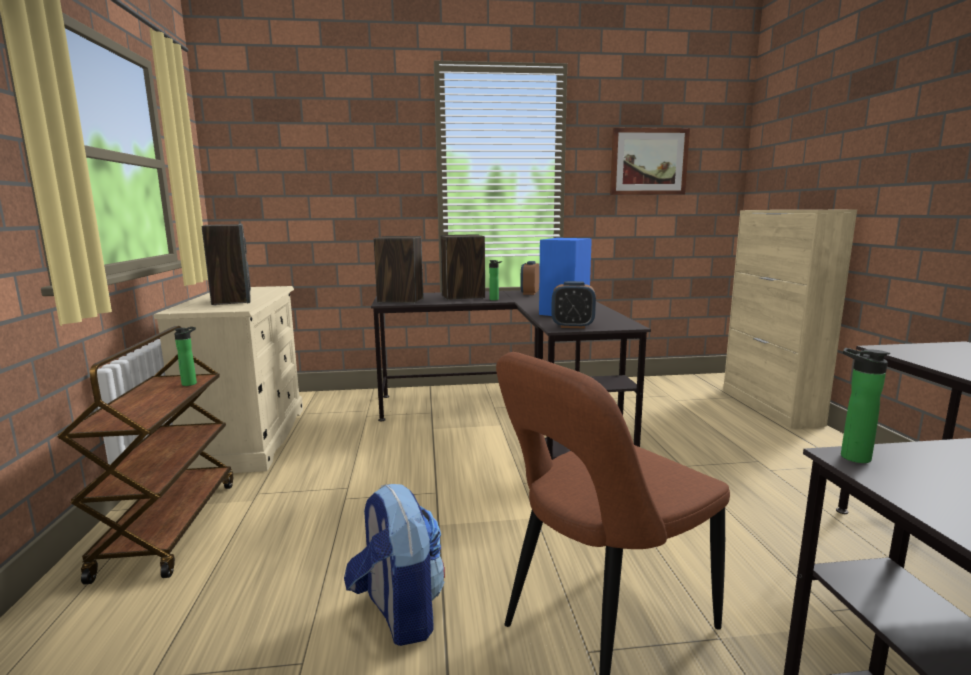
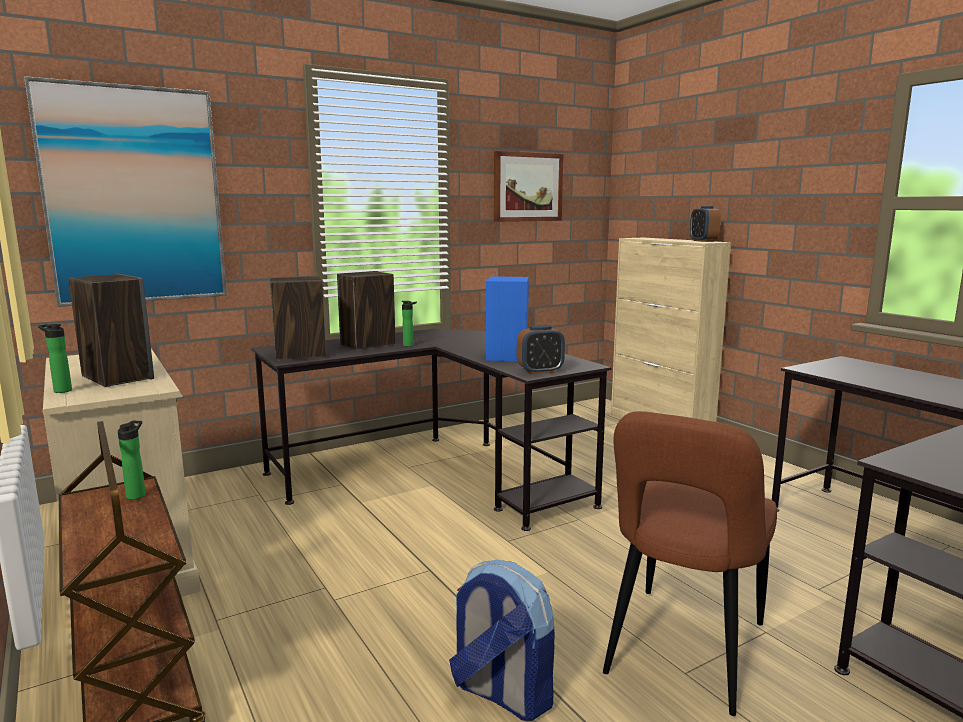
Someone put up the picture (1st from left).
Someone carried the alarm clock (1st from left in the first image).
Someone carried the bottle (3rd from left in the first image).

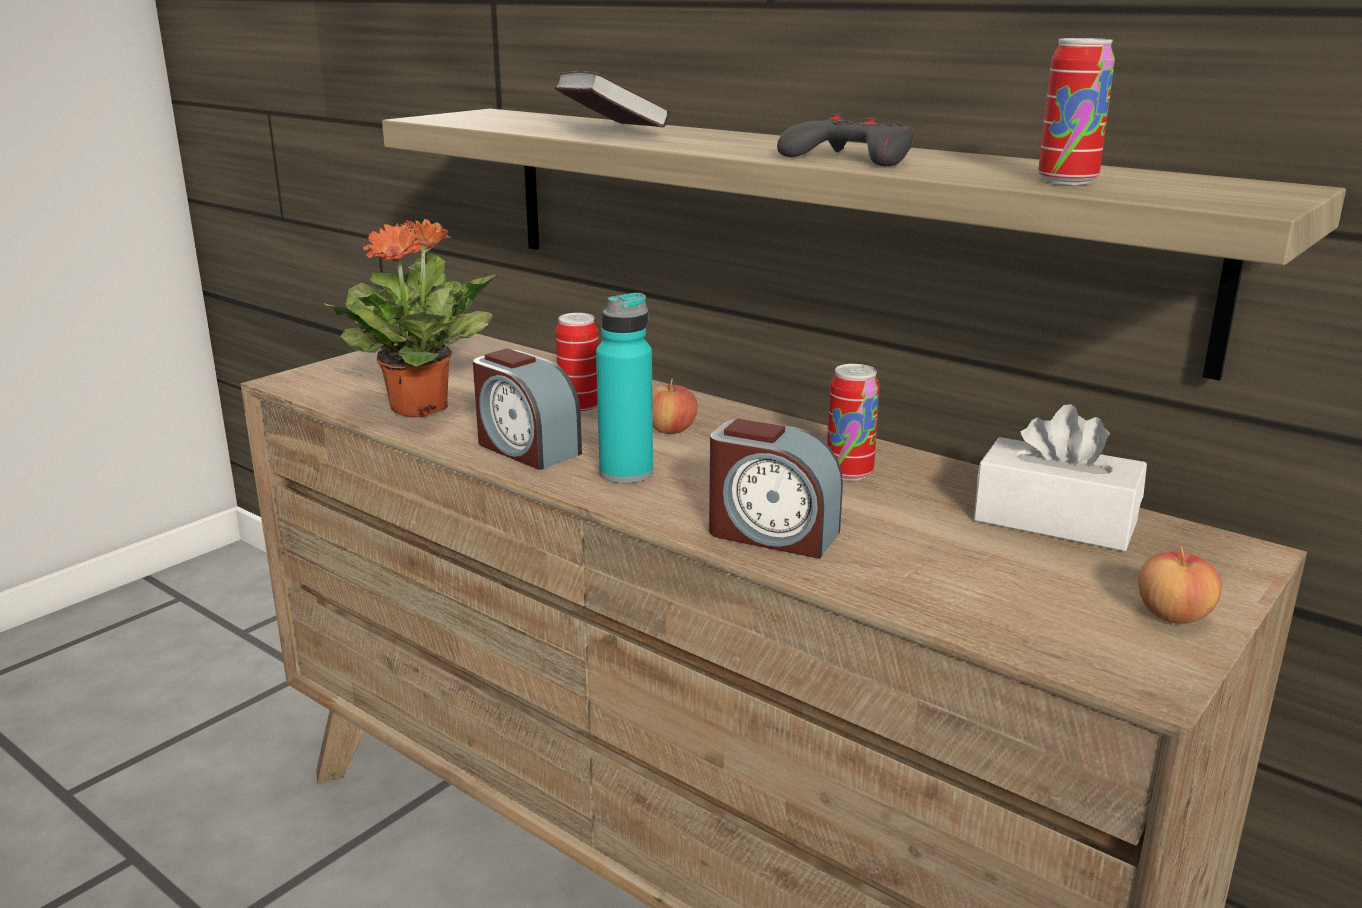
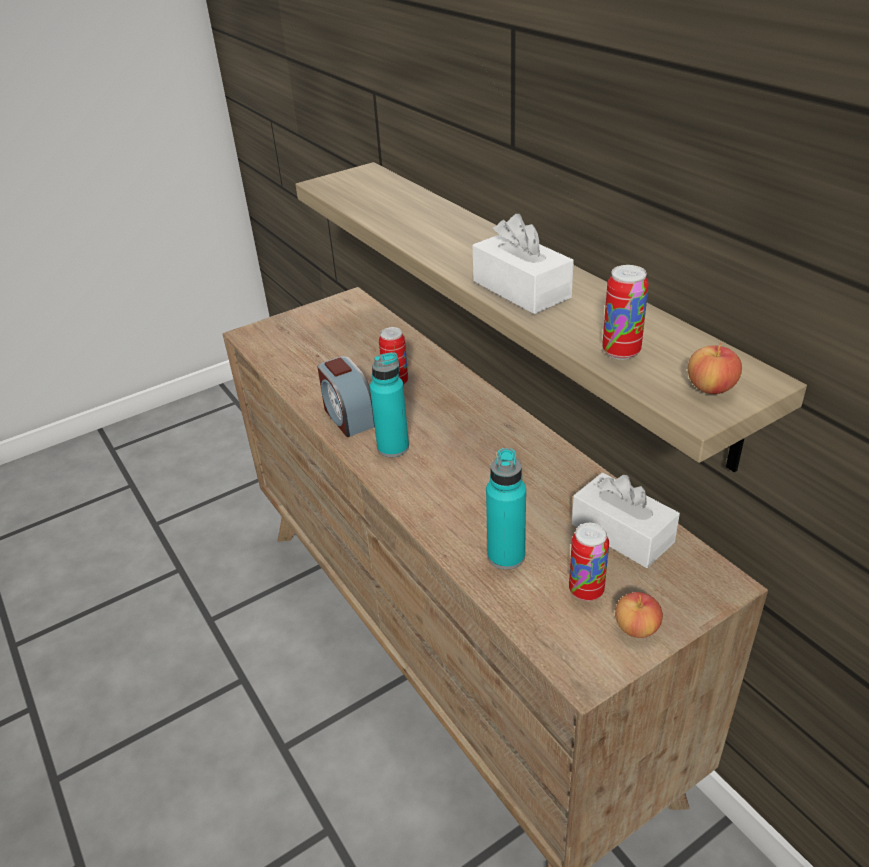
Someone took away the potted plant.
Someone took away the book.
Someone took away the alarm clock (2nd from left).
Someone put down the turquoise bottle (2nd from left).
Someone carried the apple (1st from left in the first image).
Someone carried the can (2nd from left).
Someone swapped the grey game controller for the white tissue box (1st from left).

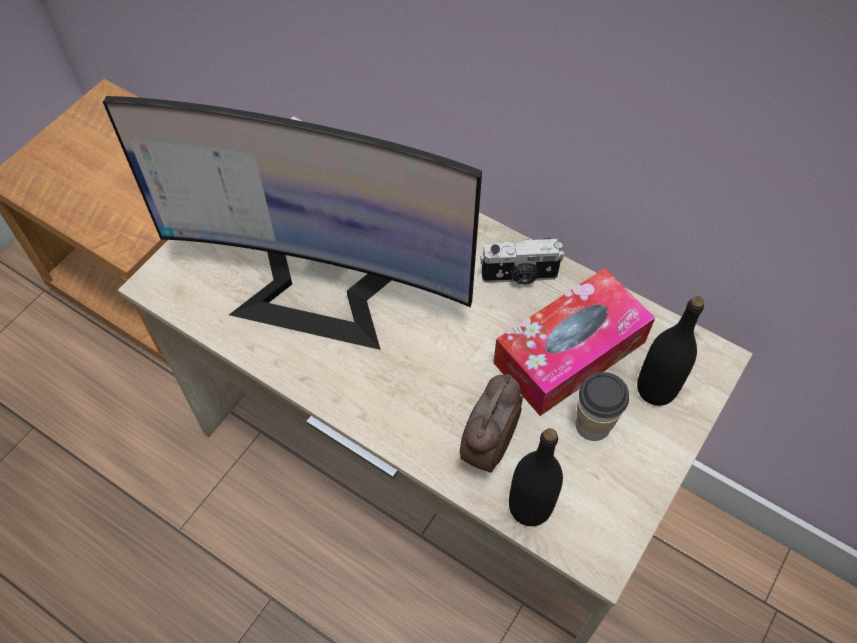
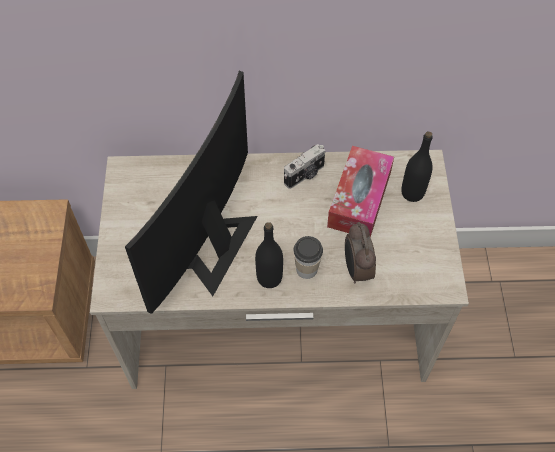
Someone carried the black bottle (1st from left).
Someone carried the cup.
Someone rotated the monitor by 135 degrees clockwise.

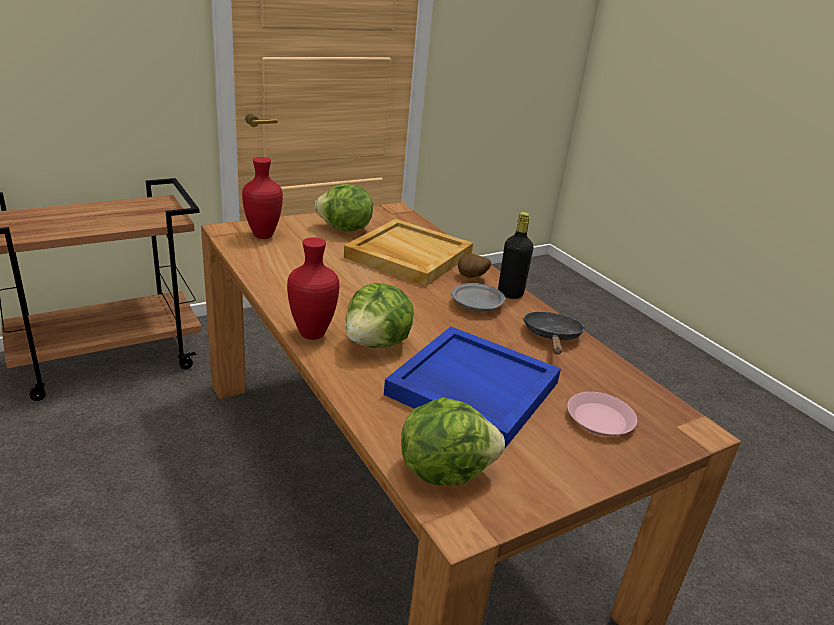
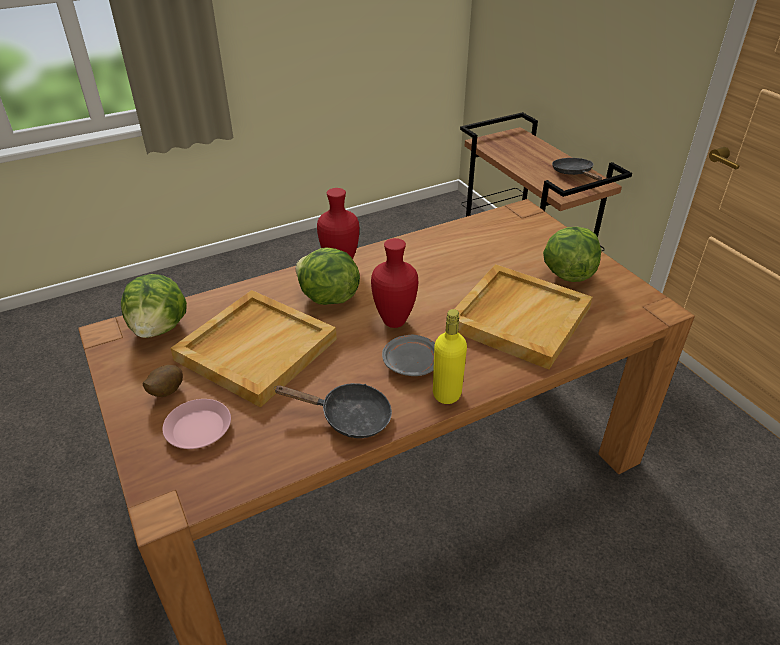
Someone put down the black frying pan (2nd from left).
Someone carried the red vase (1st from left in the first image).
Someone carried the potato.
Someone repainted the blue tray, which became the beige tray (1st from left).
Someone repainted the black bottle, which became the yellow bottle.

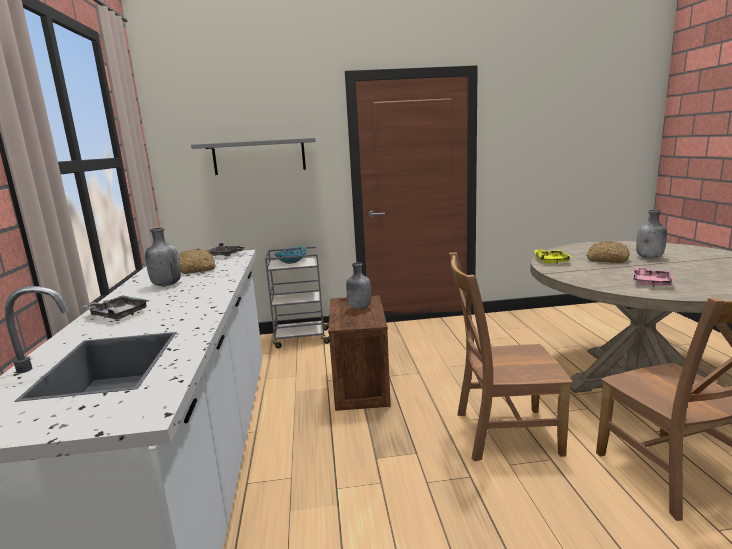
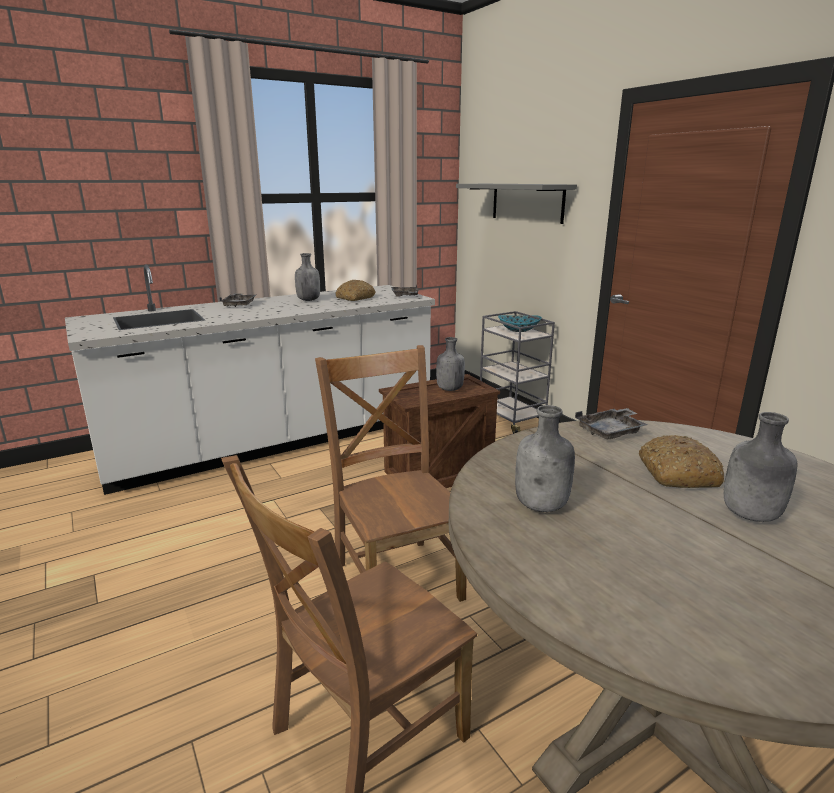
Someone swapped the pink tray for the grey bottle (3rd from left).
Someone repainted the yellow tray, which became the grey tray (3rd from left).

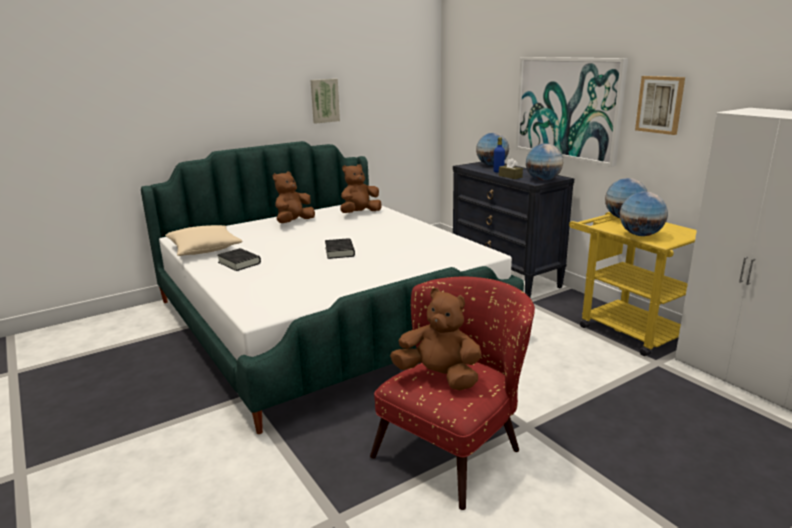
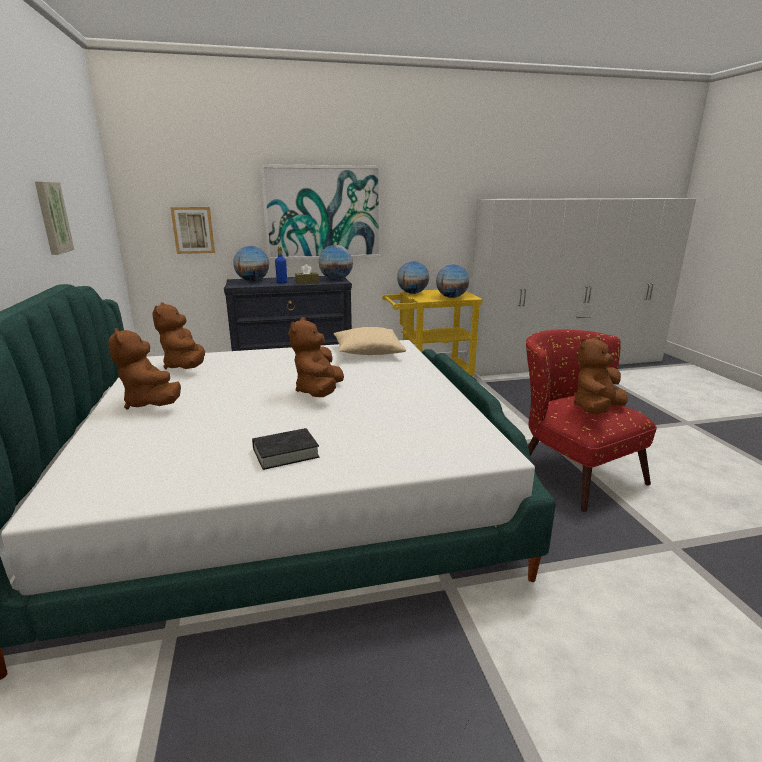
Someone carried the beige pillow.
Someone carried the picture (3rd from left in the first image).
Someone swapped the black book (2nd from left) for the brown plush toy (3rd from left).

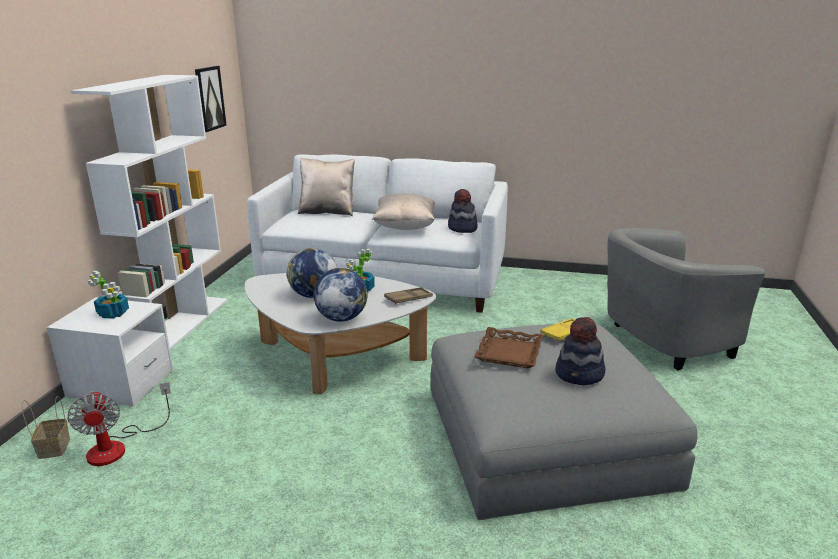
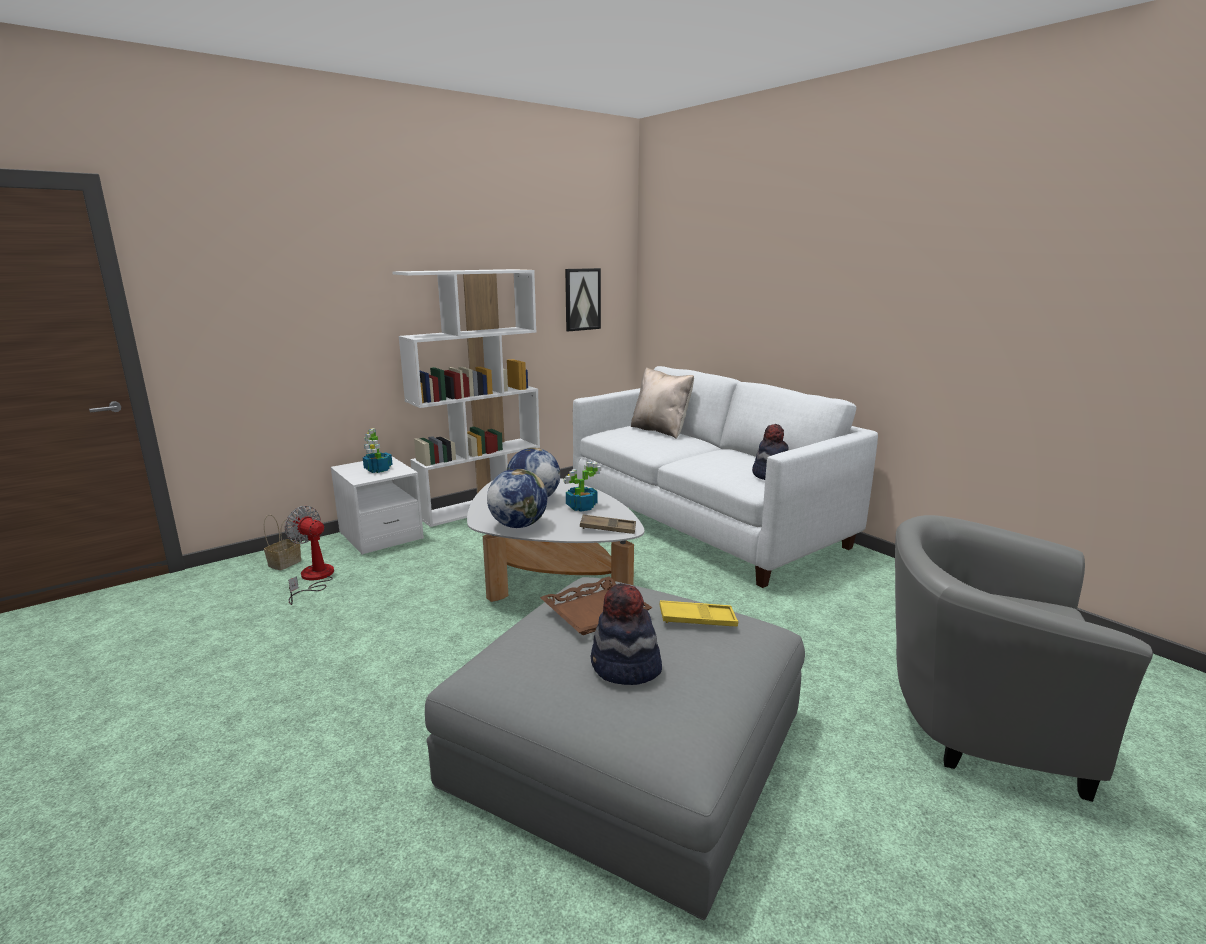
Someone took away the beige pillow (2nd from left).
Someone rotated the fan by 105 degrees clockwise.

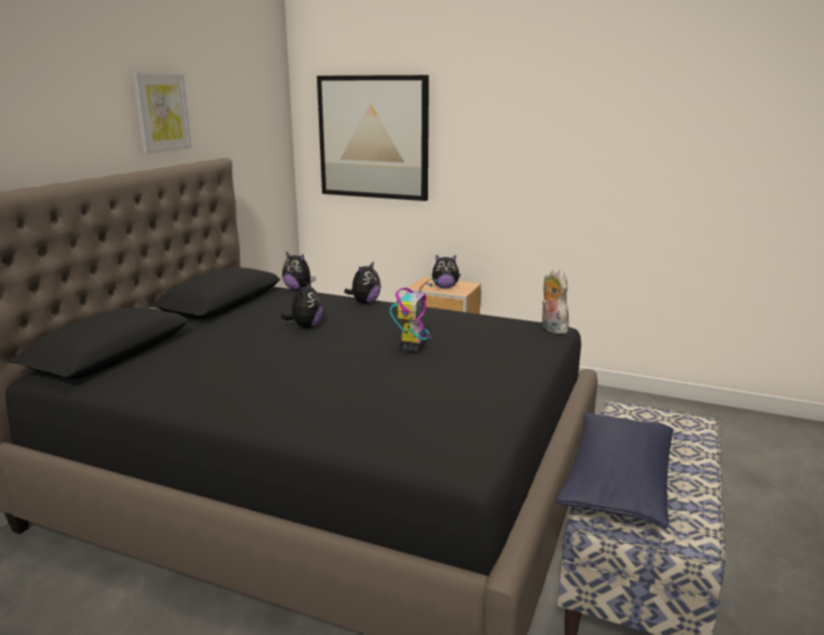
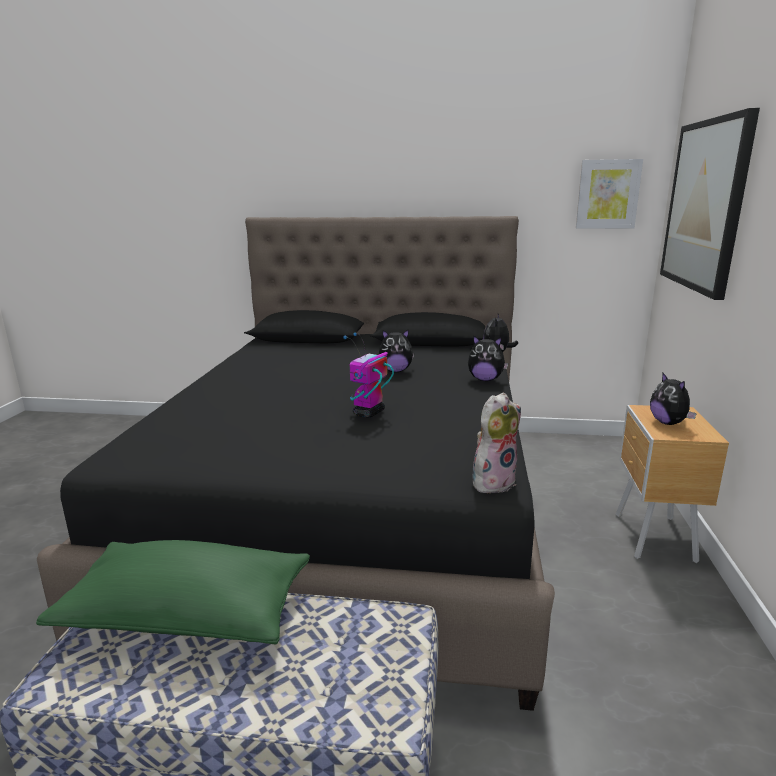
Someone carried the picture (1st from left).
Someone repainted the blue pillow, which became the green pillow.
Someone rotated the toy robot by 120 degrees clockwise.

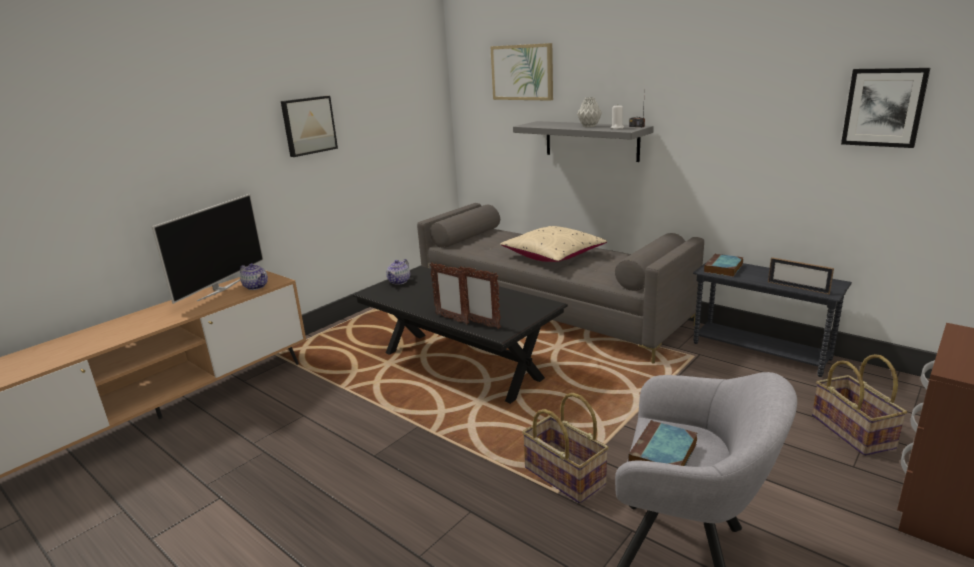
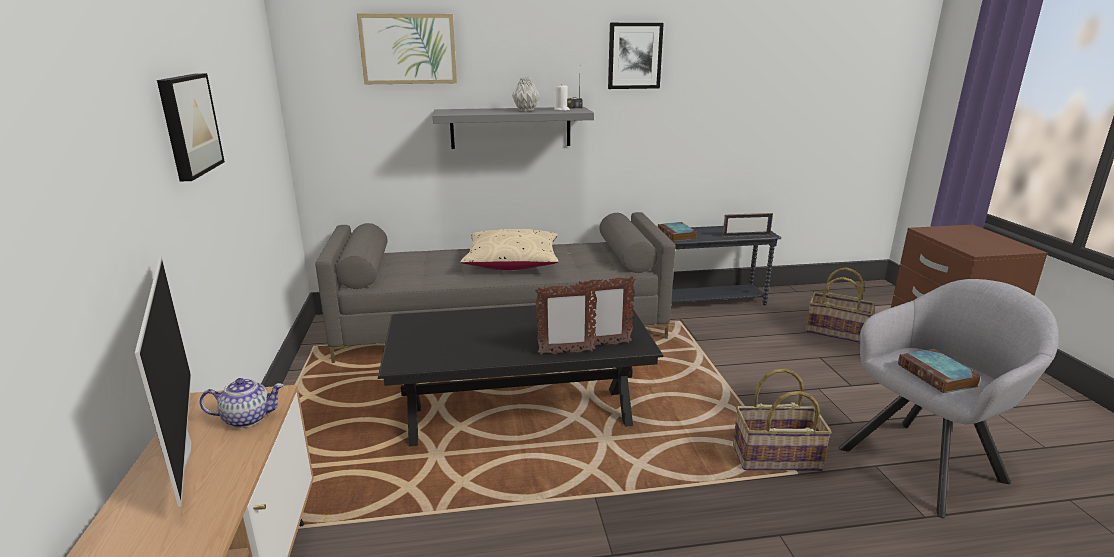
Someone took away the teapot (2nd from left).
Someone carried the picture (3rd from left).

